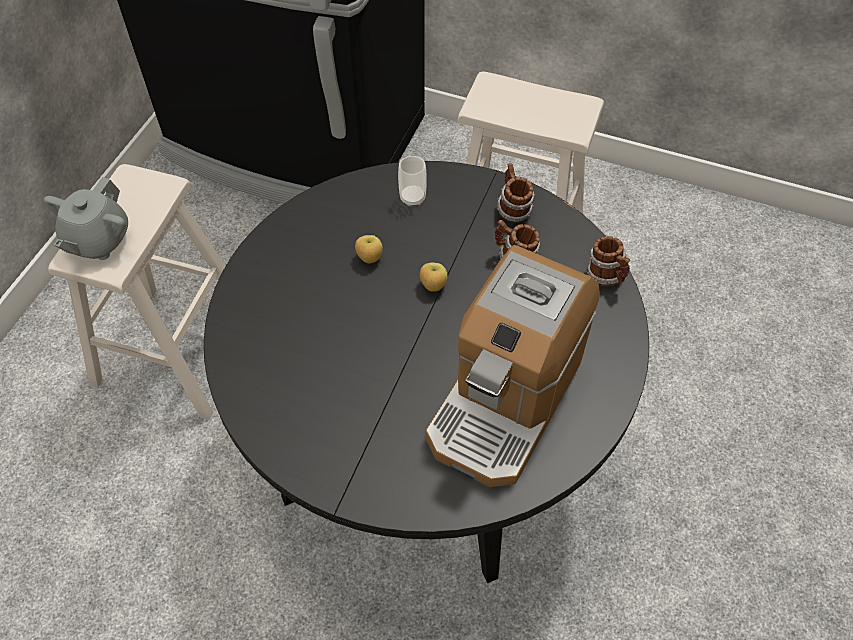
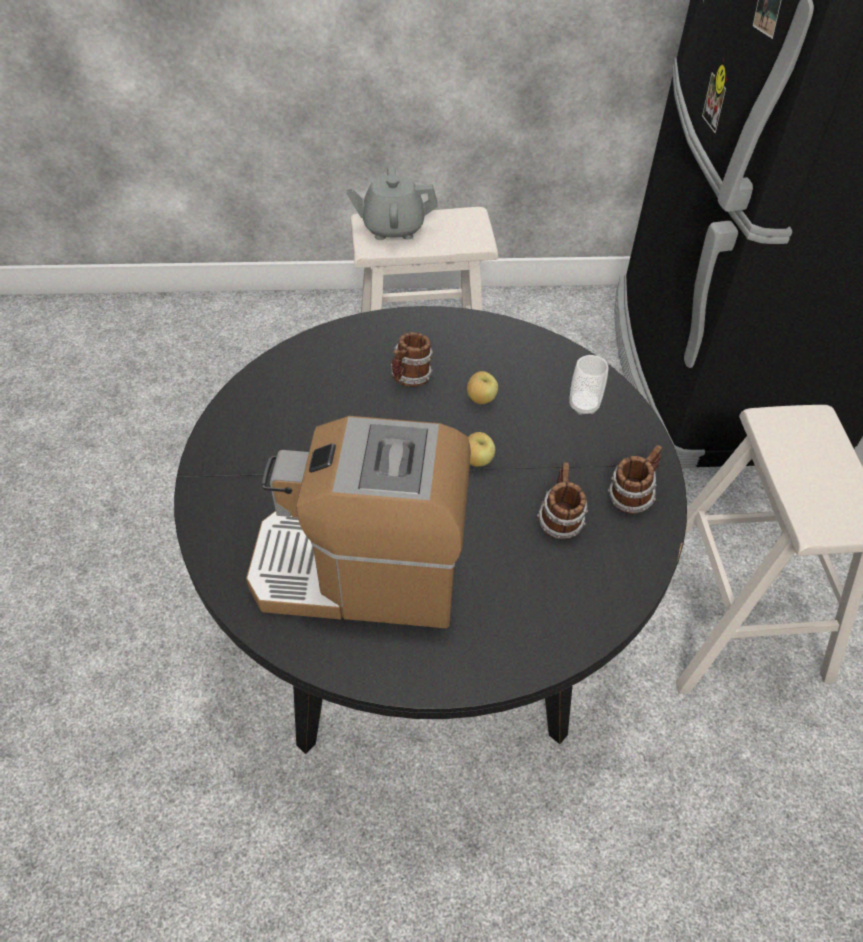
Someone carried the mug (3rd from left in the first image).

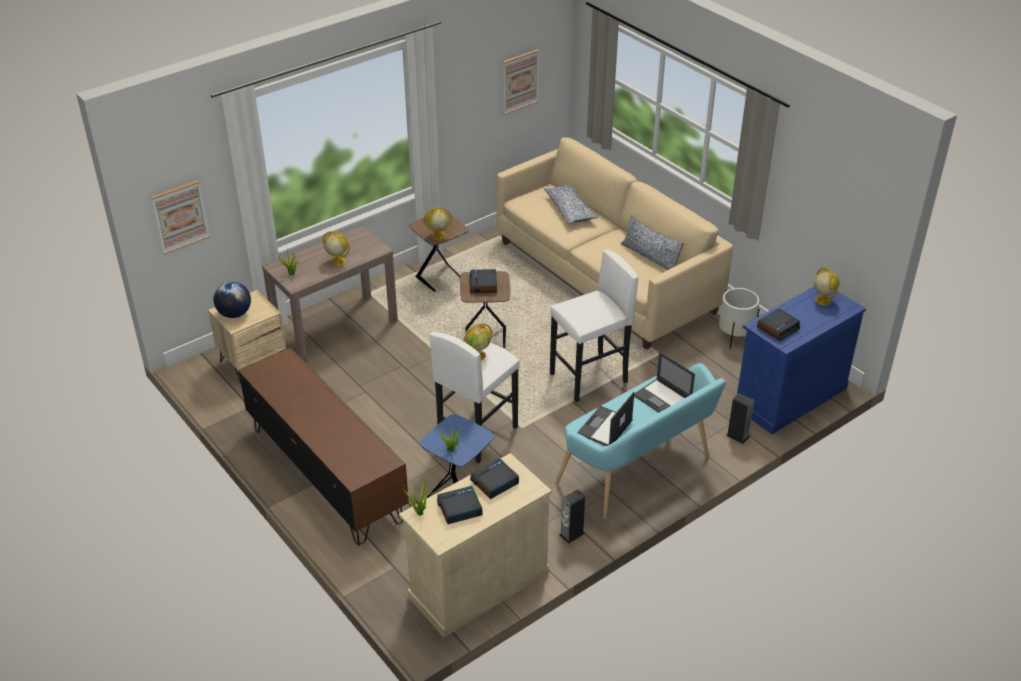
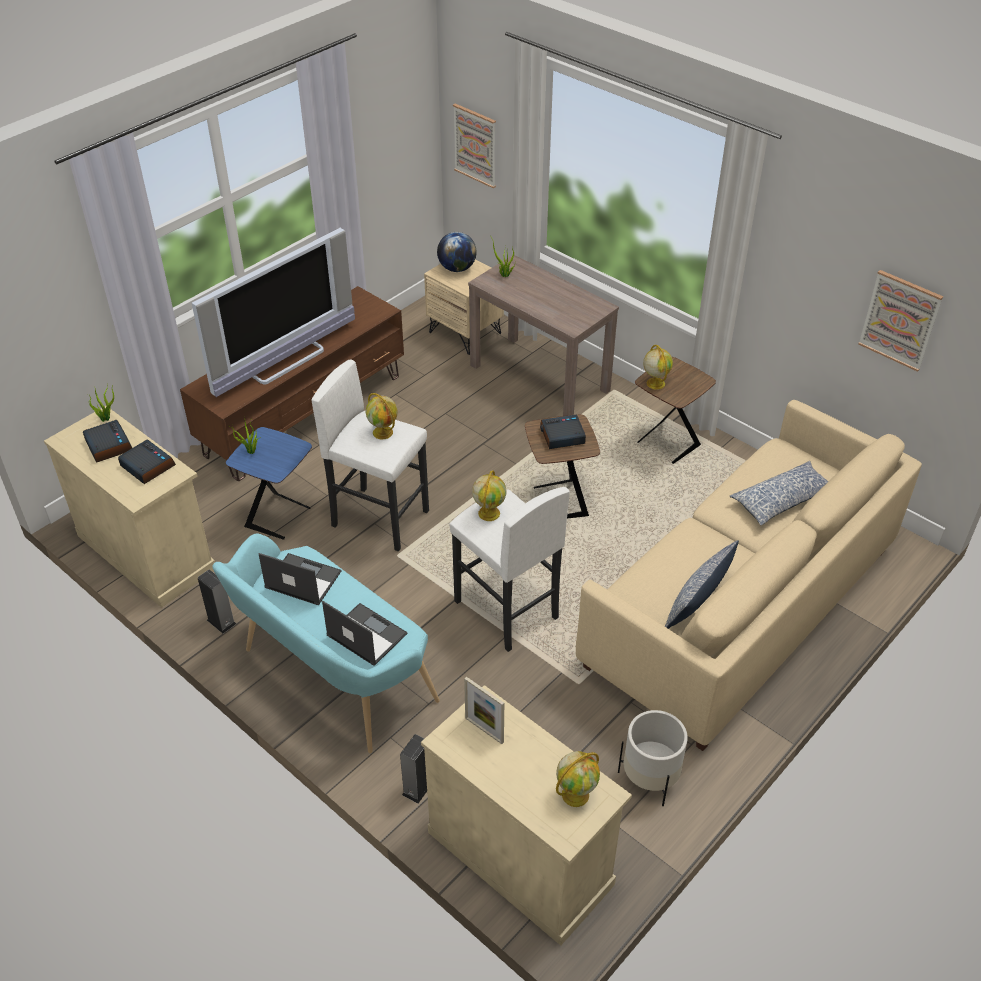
Someone put down the television.
Someone carried the globe (2nd from left in the first image).
Someone swapped the alarm clock (4th from left) for the picture frame.
Someone repainted the blue cabinet, which became the beige cabinet (2nd from left).
Someone rotated the laptop (2nd from left) by 90 degrees clockwise.

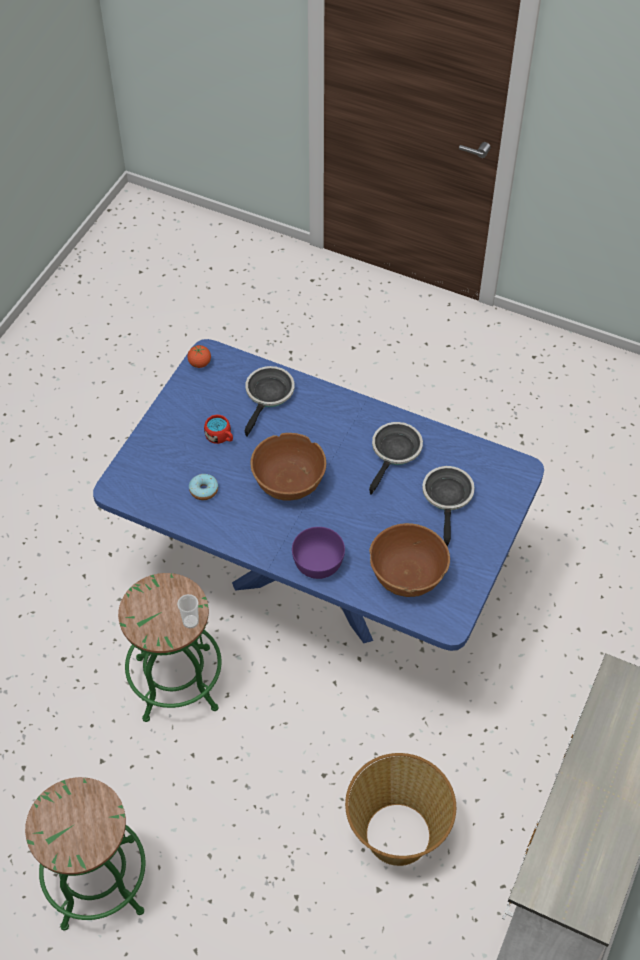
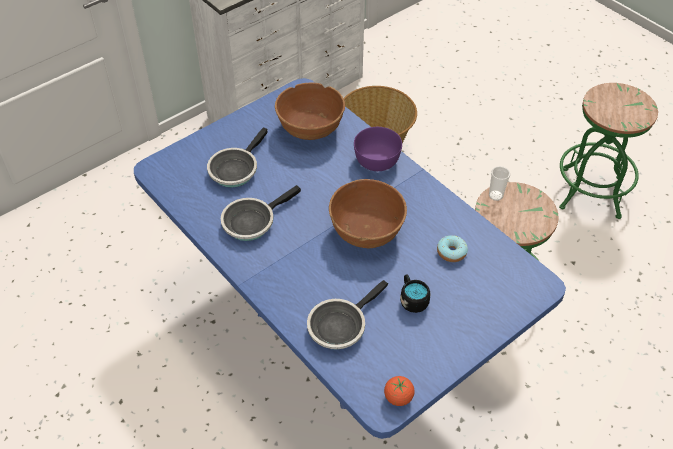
Someone repainted the red mug, which became the black mug.

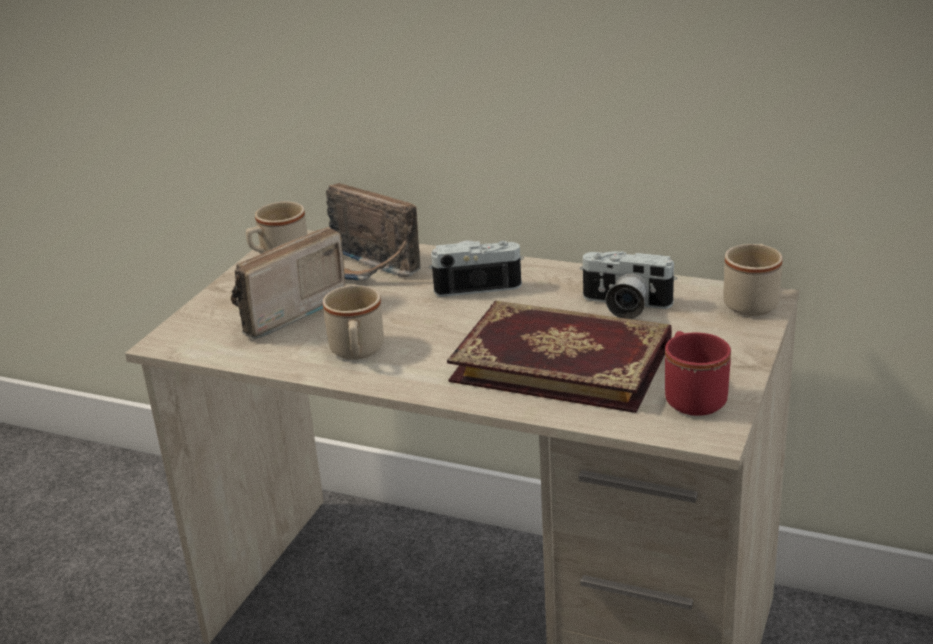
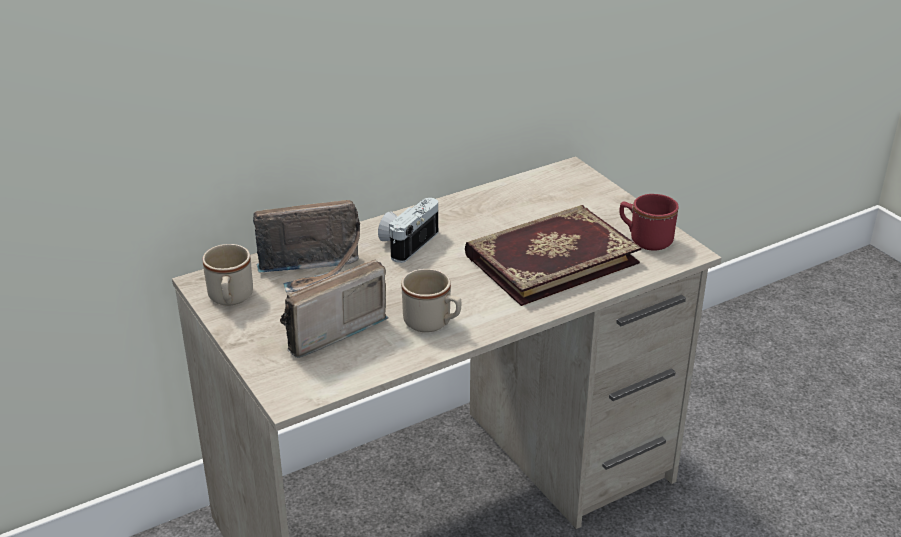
Someone took away the photo camera (2nd from left).
Someone took away the beige mug (3rd from left).
Someone rotated the radio (1st from left in the first image) by 60 degrees clockwise.

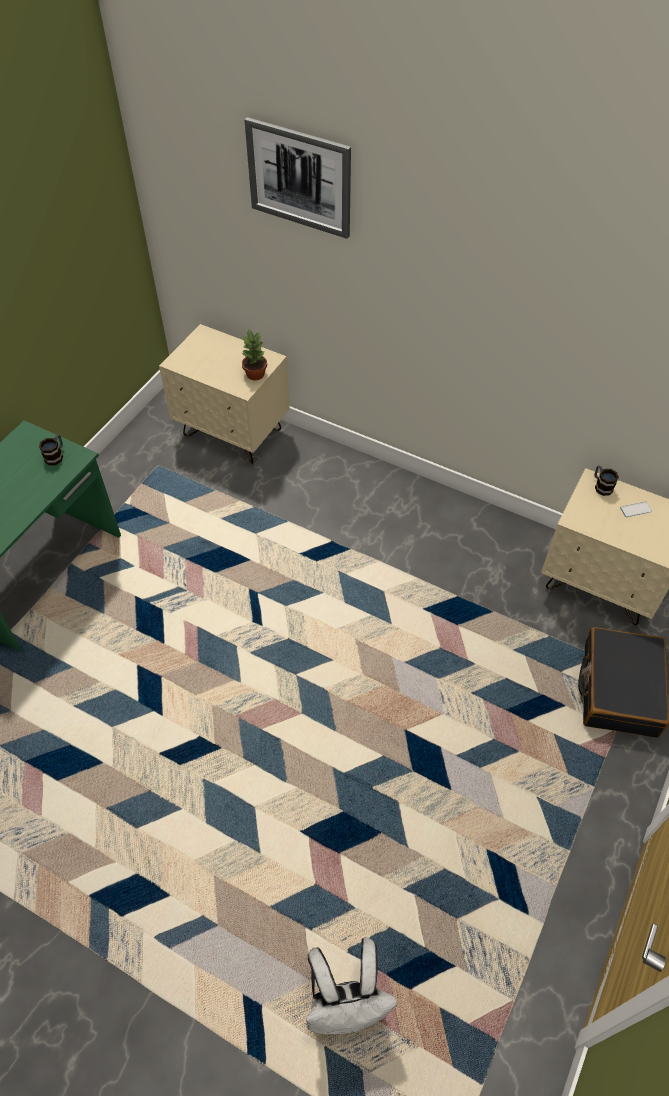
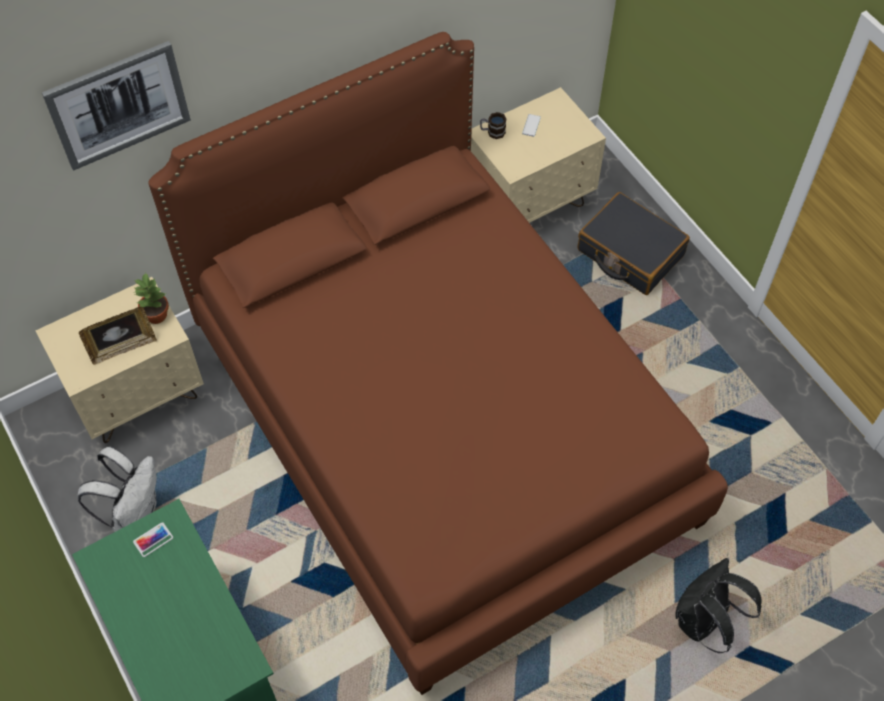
Someone put down the picture frame.
Someone put down the brown bed.
Someone put down the black backpack.
Someone carried the white backpack.
Someone swapped the mug (1st from left) for the phone (1st from left).

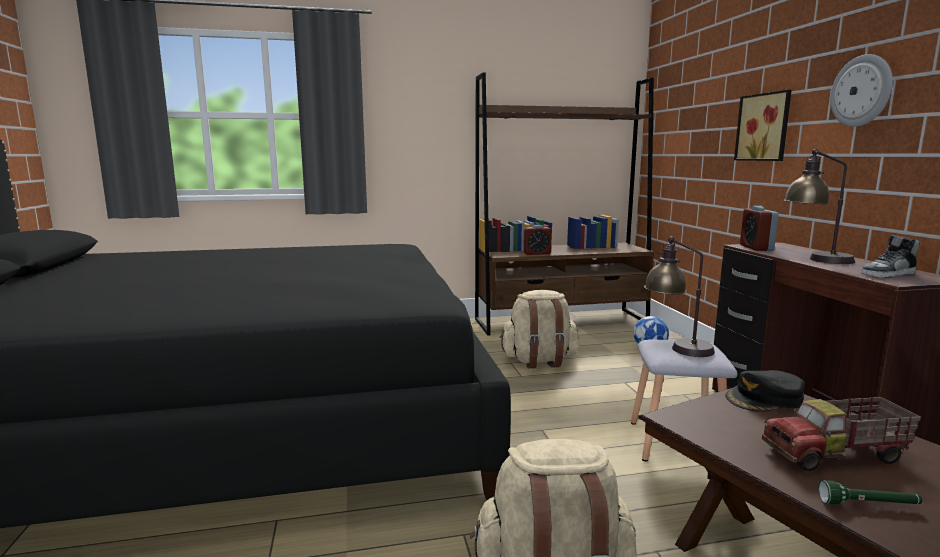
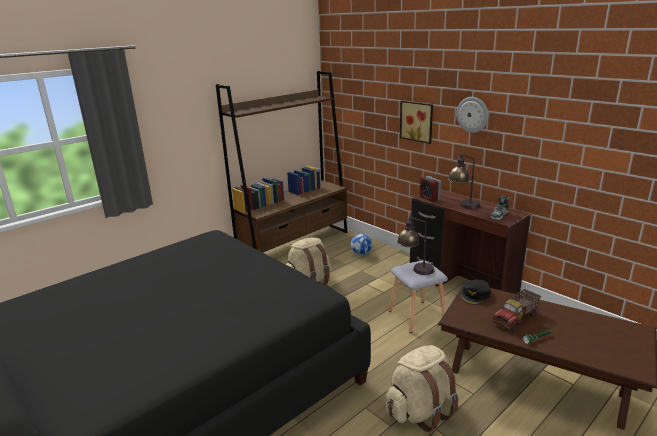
Someone took away the alarm clock (1st from left).

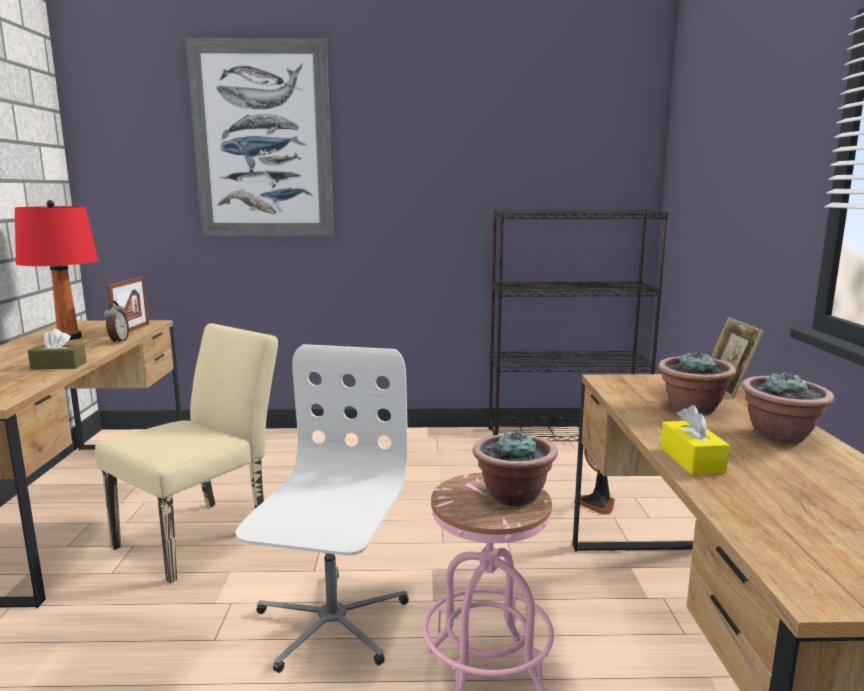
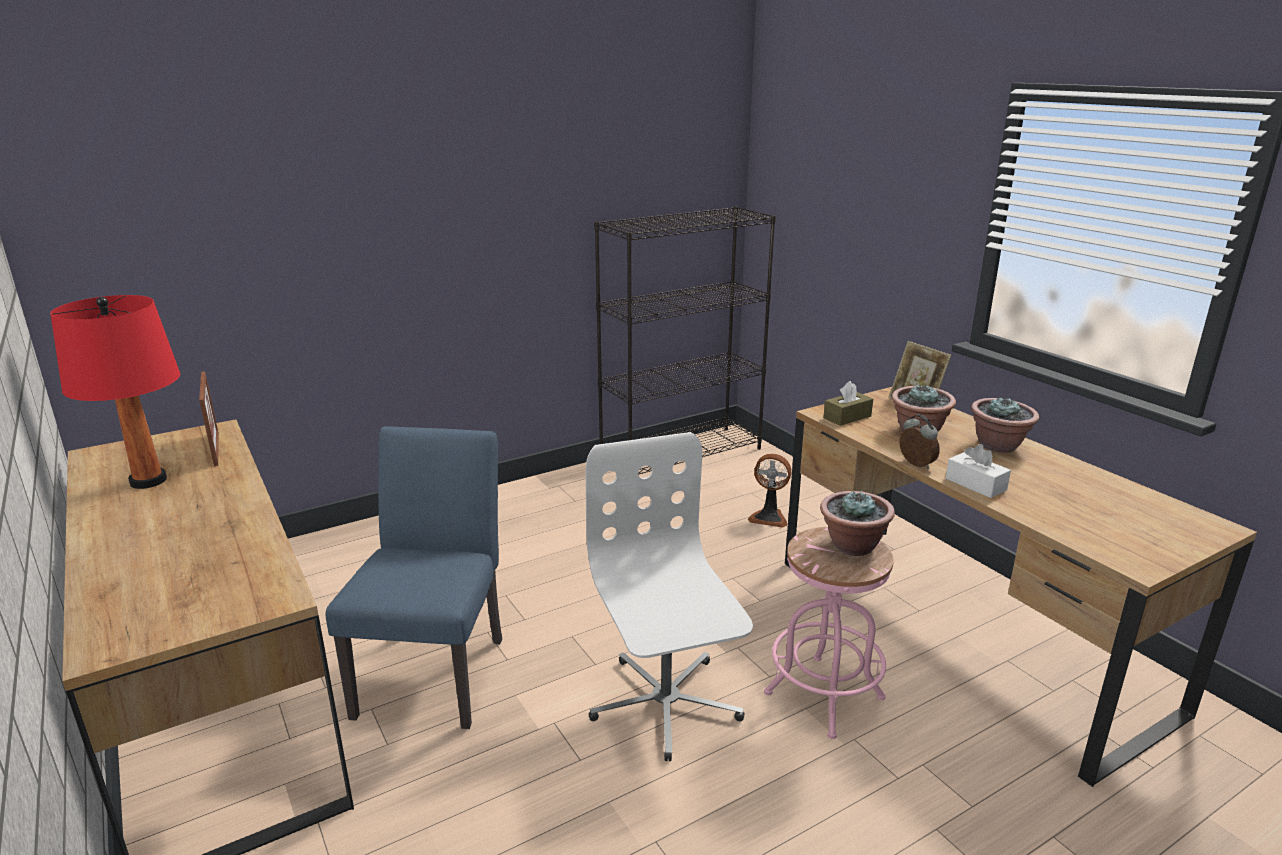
Someone took away the picture.
Someone carried the brown tissue box.
Someone carried the alarm clock.
Someone repainted the beige chair, which became the blue chair.
Someone repainted the yellow tissue box, which became the white tissue box.

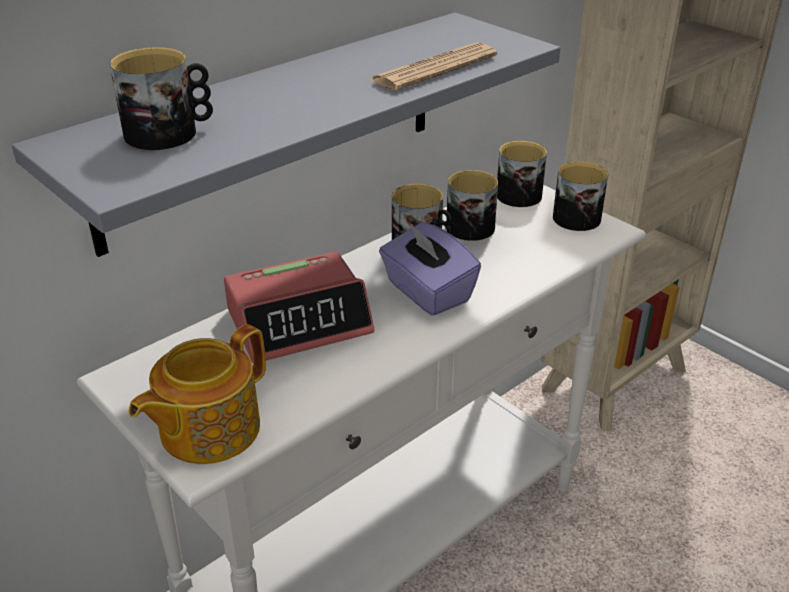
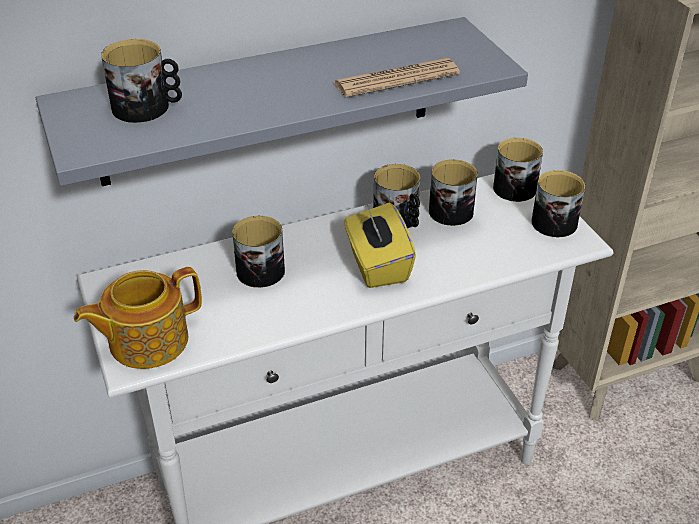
Someone swapped the alarm clock for the mug (2nd from left).
Someone repainted the purple tissue box, which became the yellow tissue box.

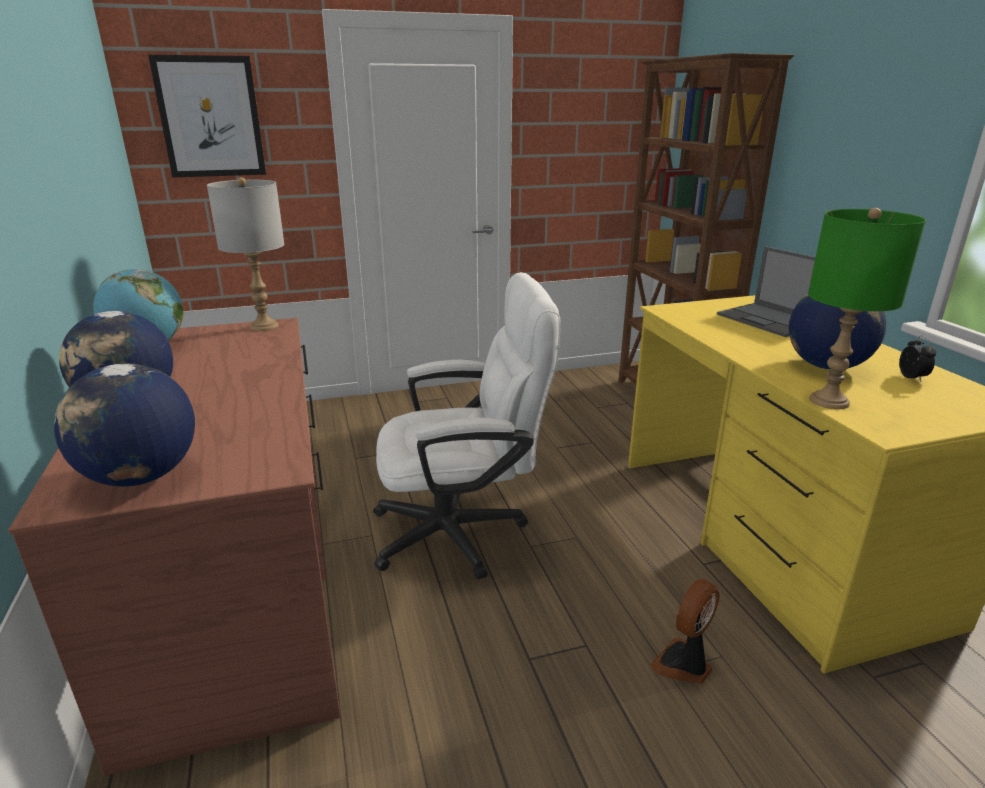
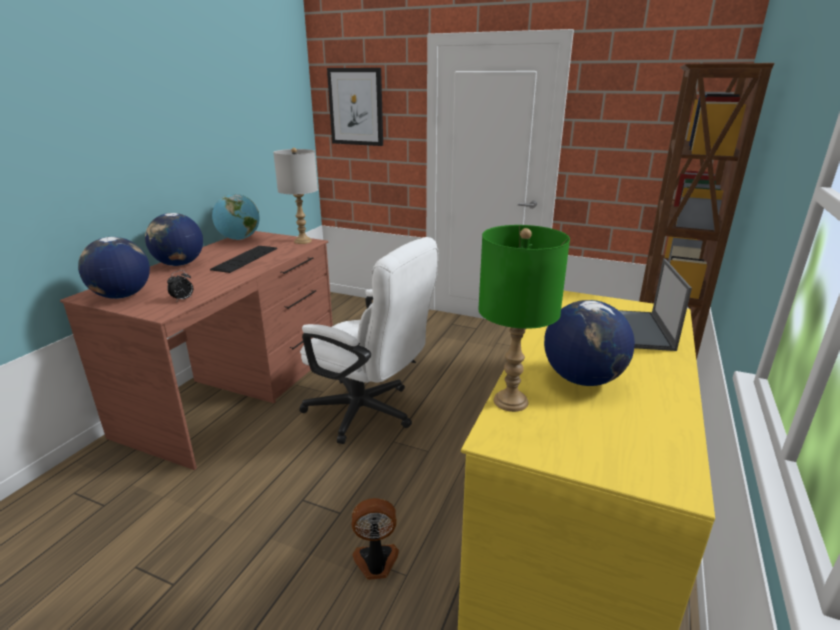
Someone put down the keyboard.
Someone carried the alarm clock.

